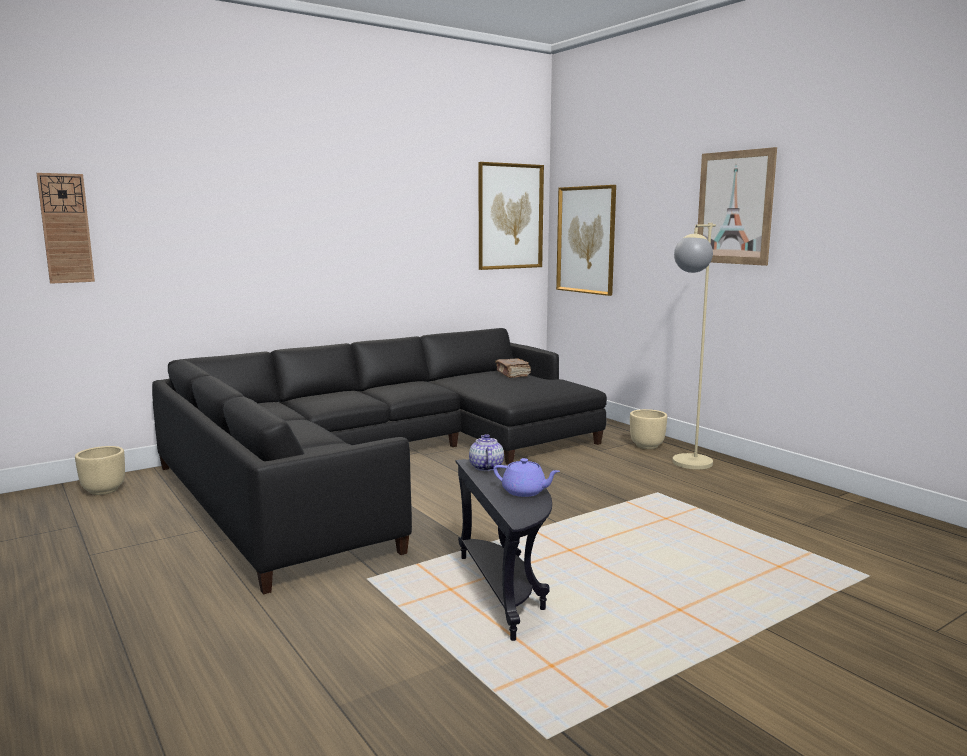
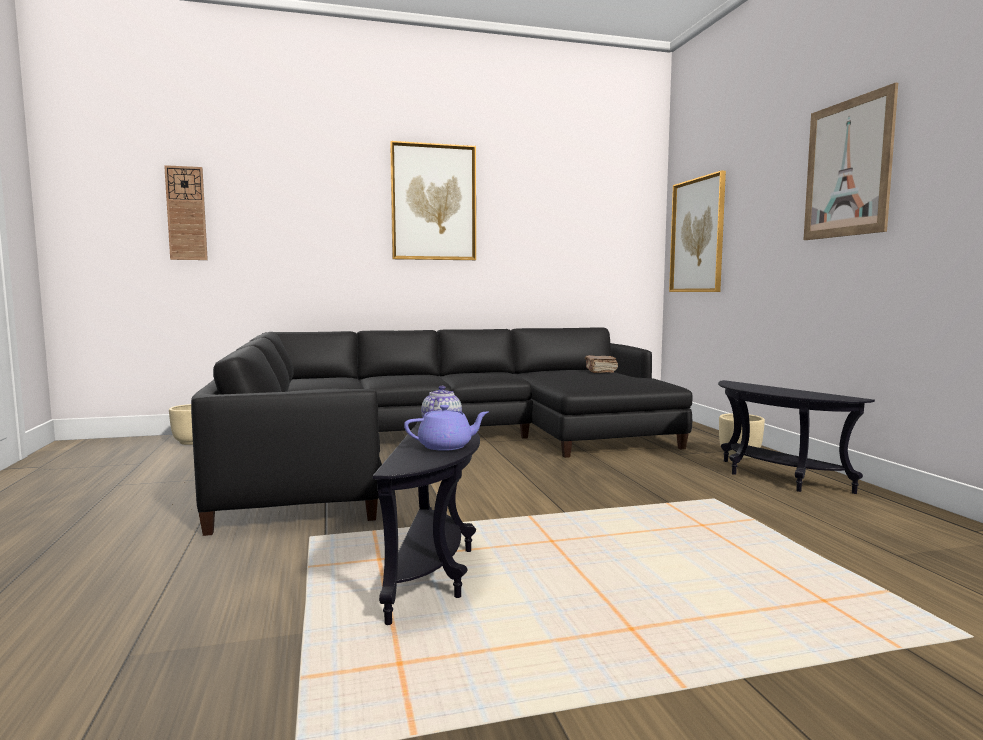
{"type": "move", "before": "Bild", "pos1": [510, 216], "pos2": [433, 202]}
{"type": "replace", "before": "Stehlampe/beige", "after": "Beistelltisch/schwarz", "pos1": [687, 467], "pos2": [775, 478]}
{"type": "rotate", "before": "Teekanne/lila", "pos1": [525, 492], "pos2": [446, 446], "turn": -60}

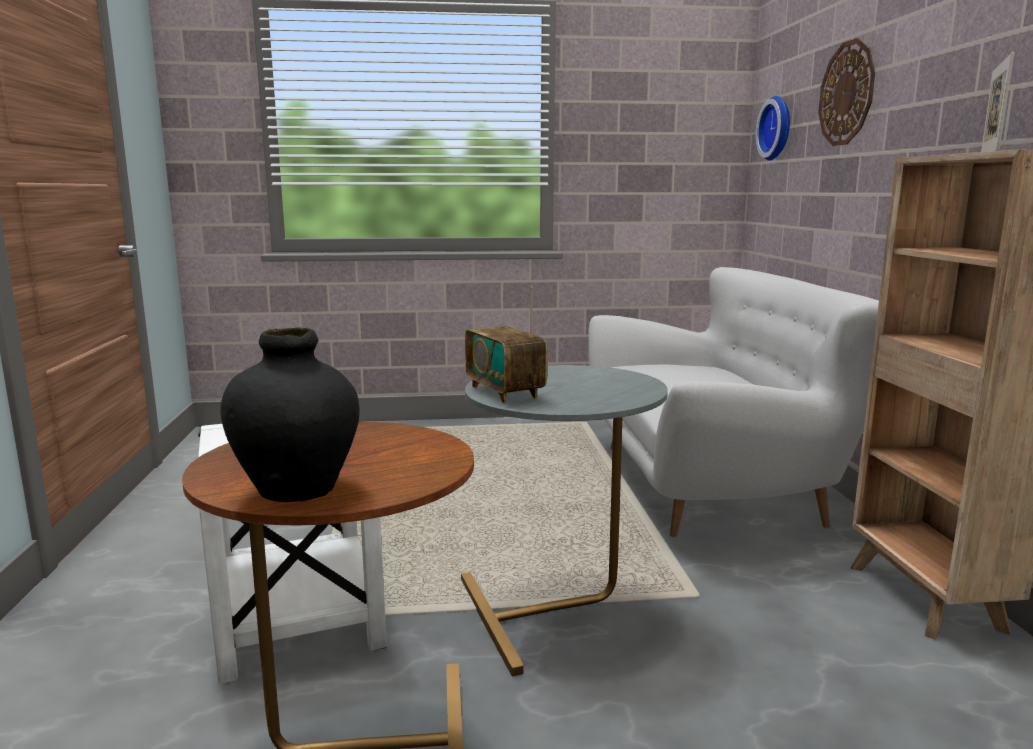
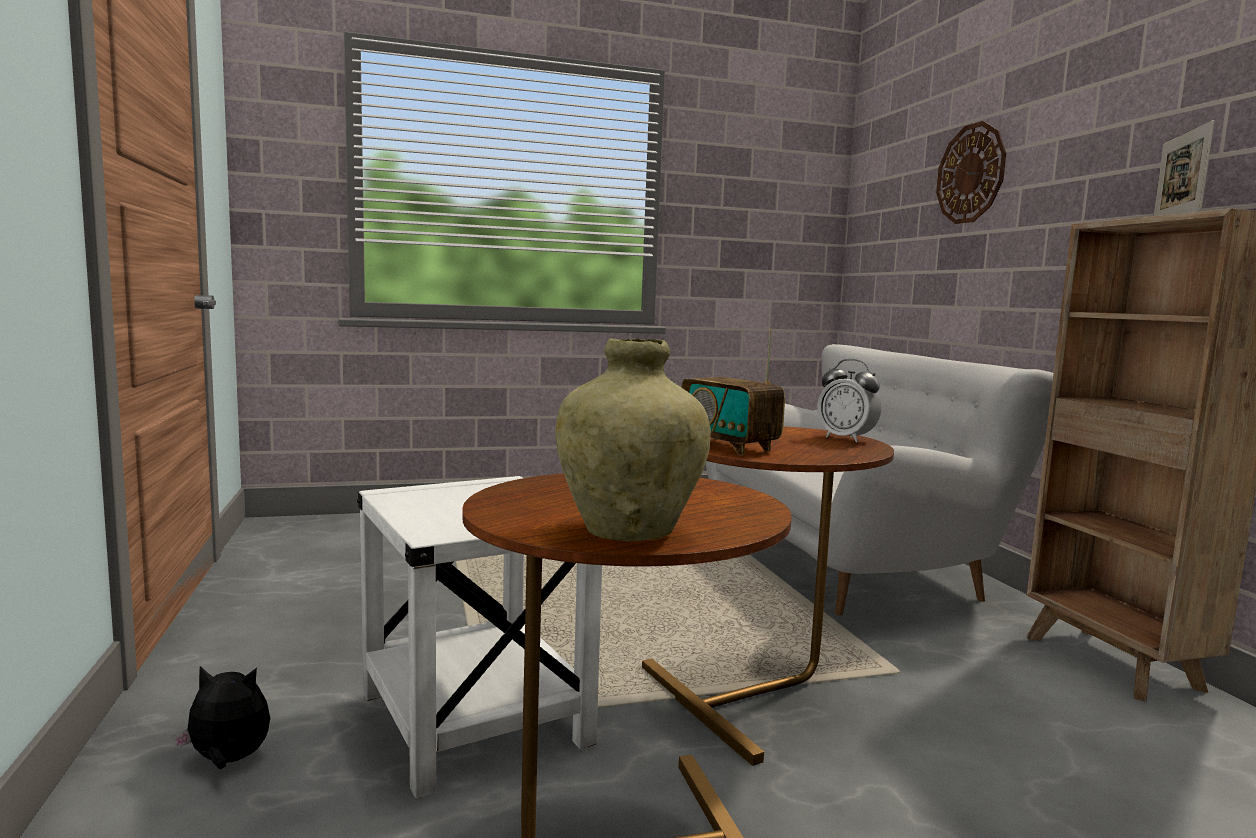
{"type": "delete", "before": "Wanduhr", "pos1": [778, 128]}
{"type": "recolor", "before": "Vase/schwarz", "after": "Vase/beige", "pos1": [298, 491], "pos2": [629, 531]}
{"type": "recolor", "before": "Beistelltisch/grau", "after": "Beistelltisch/braun", "pos1": [559, 609], "pos2": [764, 693]}
{"type": "insert", "after": "Wecker", "pos2": [846, 438]}
{"type": "insert", "after": "Plüschtier", "pos2": [228, 761]}

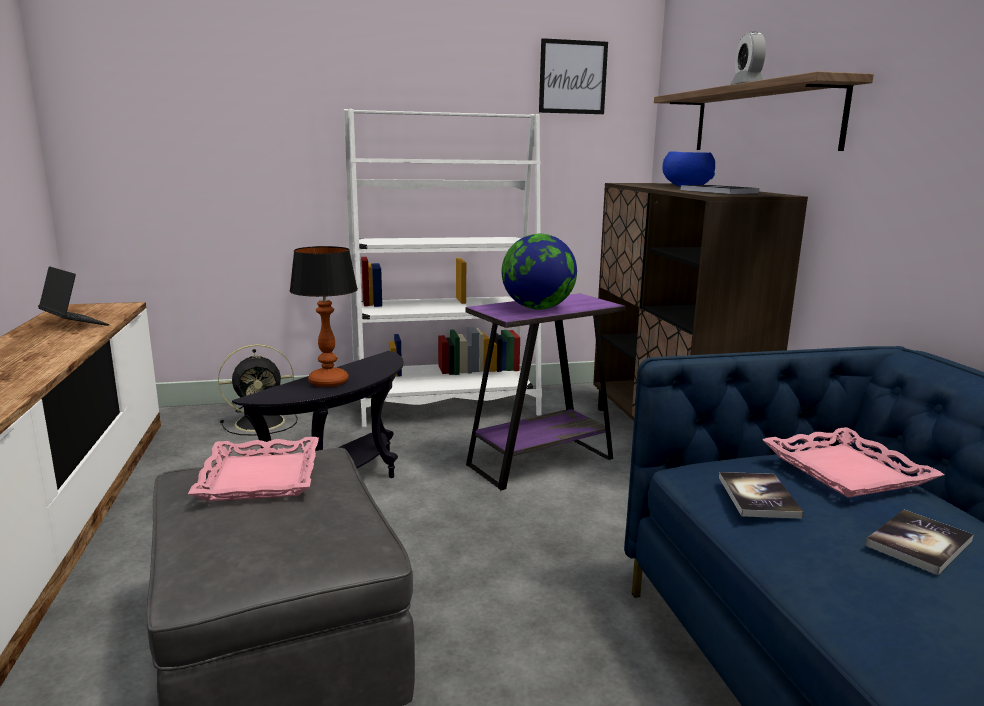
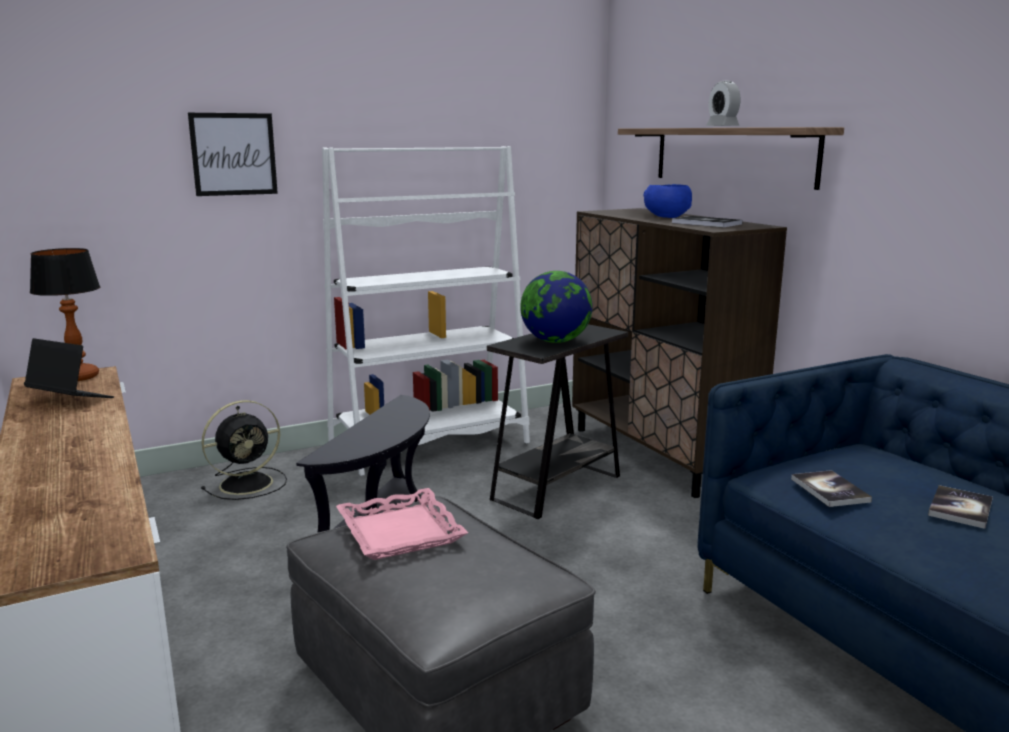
{"type": "move", "before": "Bild", "pos1": [572, 77], "pos2": [233, 154]}
{"type": "move", "before": "Tischlampe", "pos1": [329, 382], "pos2": [79, 377]}
{"type": "recolor", "before": "Beistelltisch/lila", "after": "Beistelltisch/schwarz", "pos1": [540, 462], "pos2": [557, 488]}
{"type": "delete", "before": "Tablett/rosa", "pos1": [847, 471]}

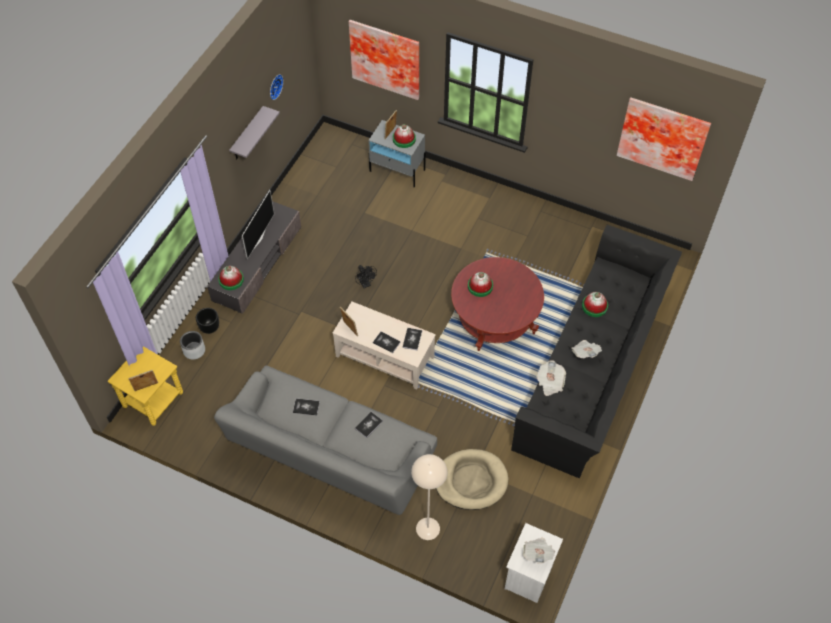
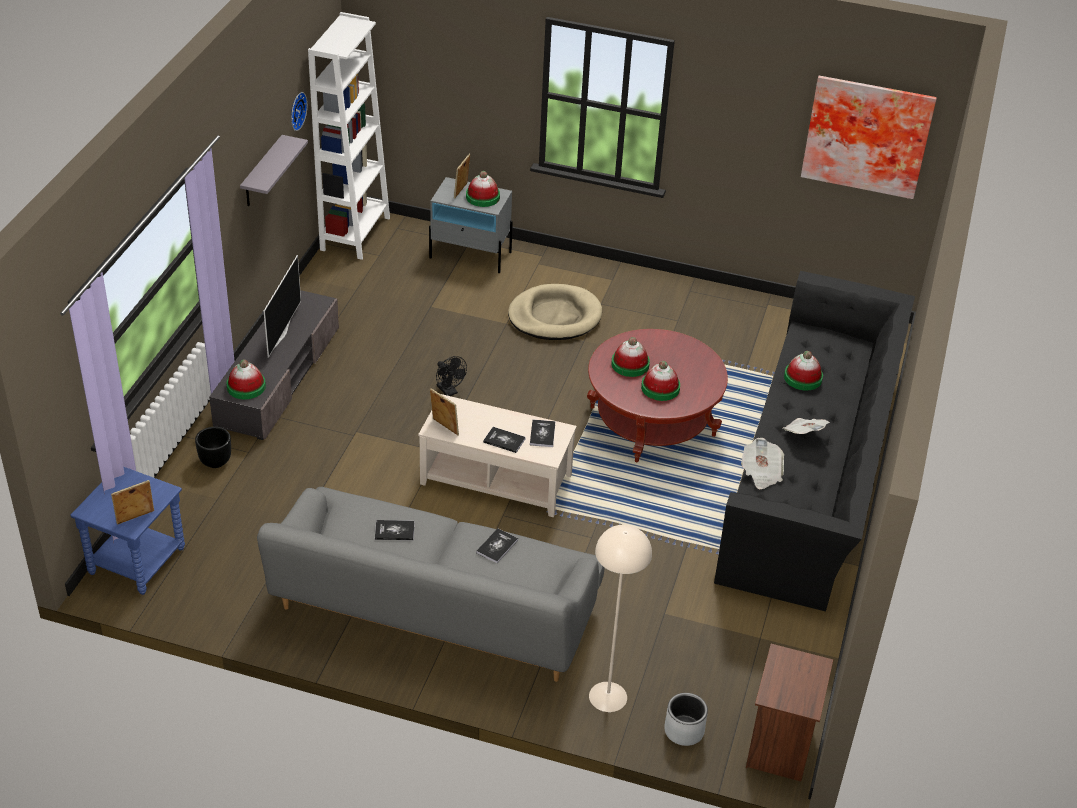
{"type": "delete", "before": "Bild", "pos1": [386, 58]}
{"type": "move", "before": "Pflanzkübel/grau", "pos1": [194, 350], "pos2": [684, 731]}
{"type": "recolor", "before": "Beistelltisch/gelb", "after": "Beistelltisch/blau", "pos1": [153, 400], "pos2": [137, 561]}
{"type": "move", "before": "Hundebett/beige", "pos1": [471, 481], "pos2": [554, 316]}
{"type": "recolor", "before": "Nachttisch/weiß", "after": "Nachttisch/braun", "pos1": [529, 577], "pos2": [781, 747]}
{"type": "delete", "before": "Zeitung", "pos1": [537, 553]}
{"type": "insert", "after": "Bücherregal/weiß", "pos2": [355, 234]}
{"type": "insert", "after": "Hut", "pos2": [660, 388]}

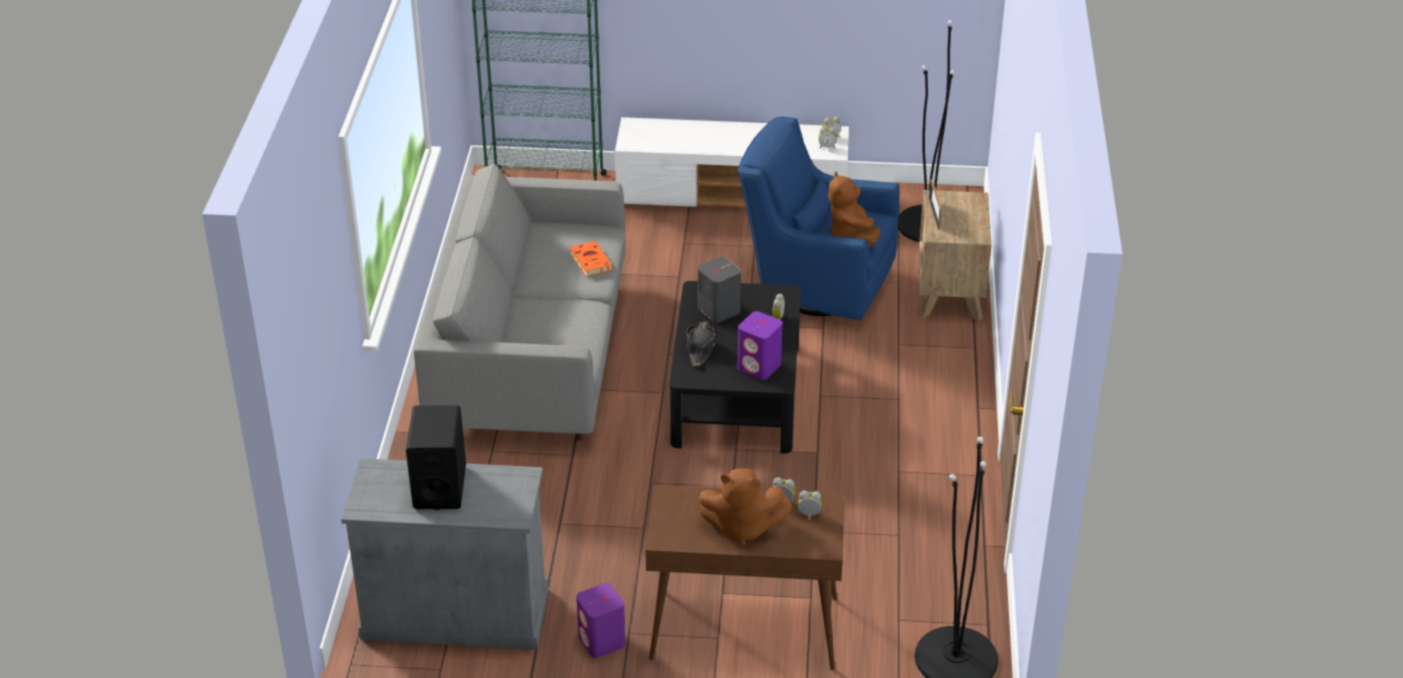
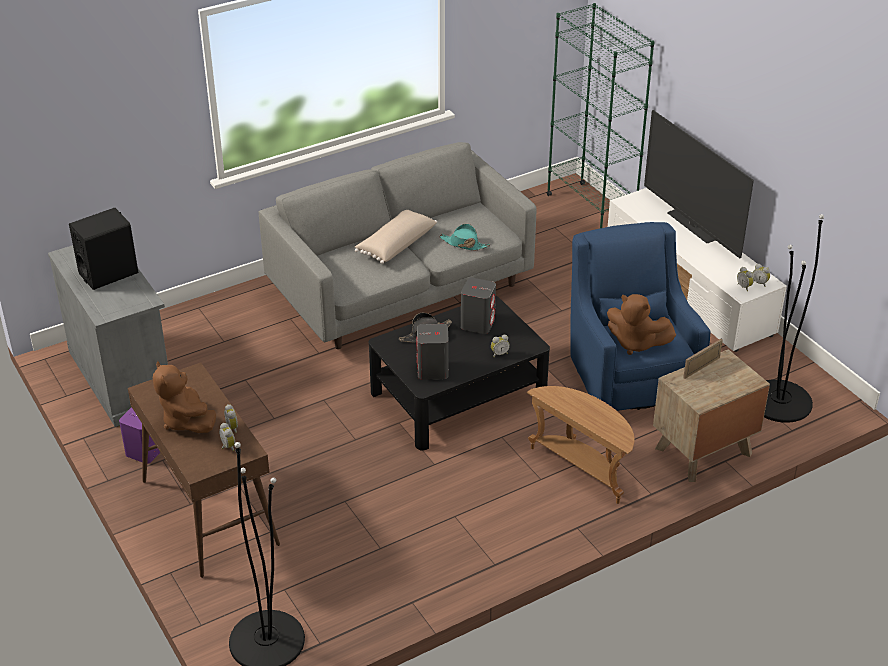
{"type": "rotate", "before": "Plüschtier/braun", "pos1": [851, 235], "pos2": [636, 343], "turn": -105}
{"type": "replace", "before": "Buch/orange", "after": "Hut/türkis", "pos1": [590, 261], "pos2": [464, 244]}
{"type": "recolor", "before": "Lautsprecher/lila", "after": "Lautsprecher/grau", "pos1": [759, 366], "pos2": [432, 370]}
{"type": "insert", "after": "Fernseher", "pos2": [691, 226]}
{"type": "insert", "after": "Kissen/beige", "pos2": [395, 244]}
{"type": "insert", "after": "Beistelltisch/braun", "pos2": [582, 468]}

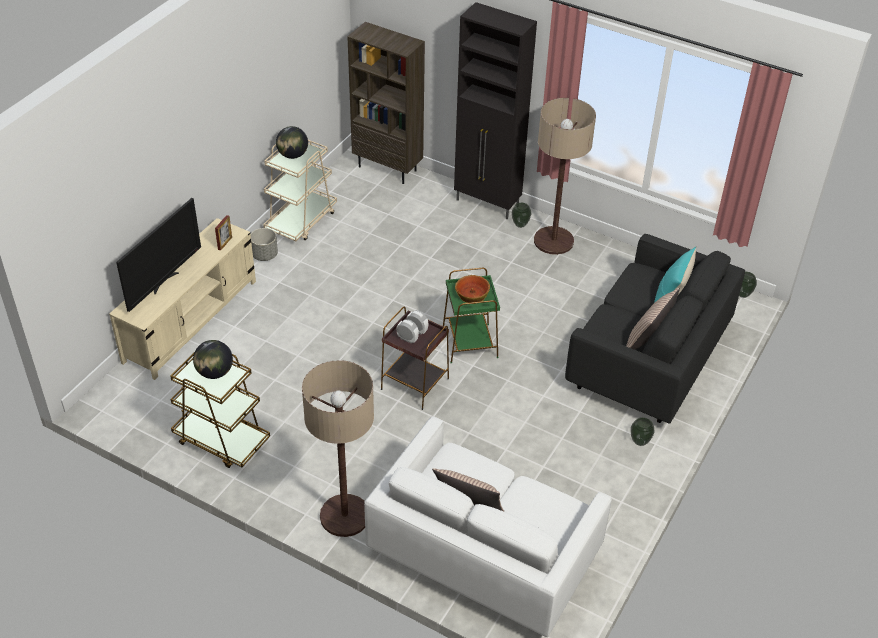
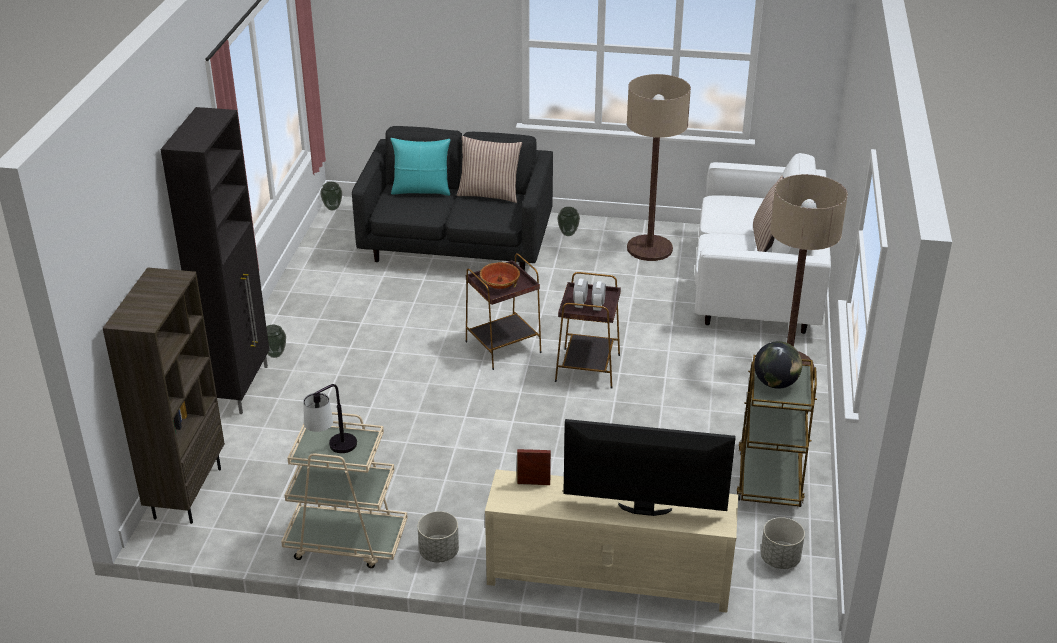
{"type": "move", "before": "Stehlampe", "pos1": [553, 241], "pos2": [649, 249]}
{"type": "replace", "before": "Globus", "after": "Tischlampe", "pos1": [293, 155], "pos2": [333, 451]}
{"type": "recolor", "before": "Beistelltisch/grün", "after": "Beistelltisch/braun", "pos1": [469, 344], "pos2": [504, 347]}
{"type": "insert", "after": "Pflanzkübel/grau", "pos2": [779, 559]}

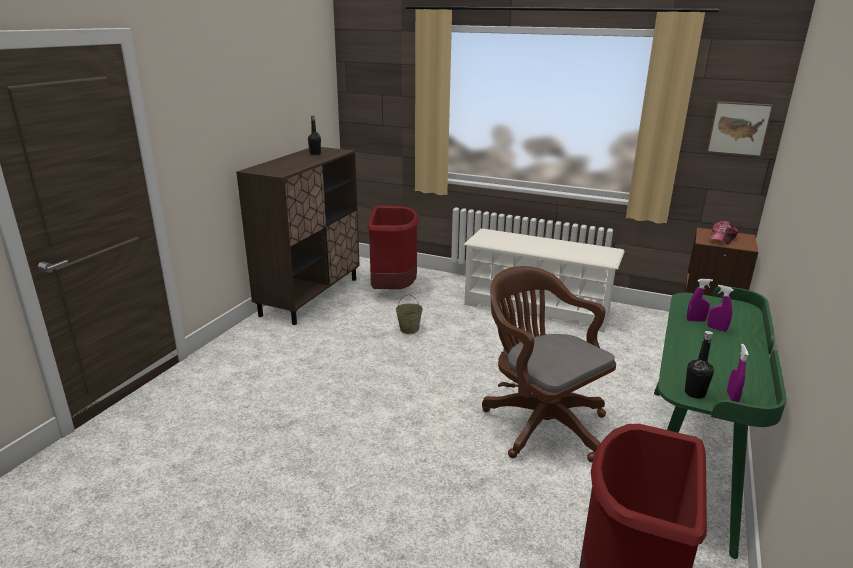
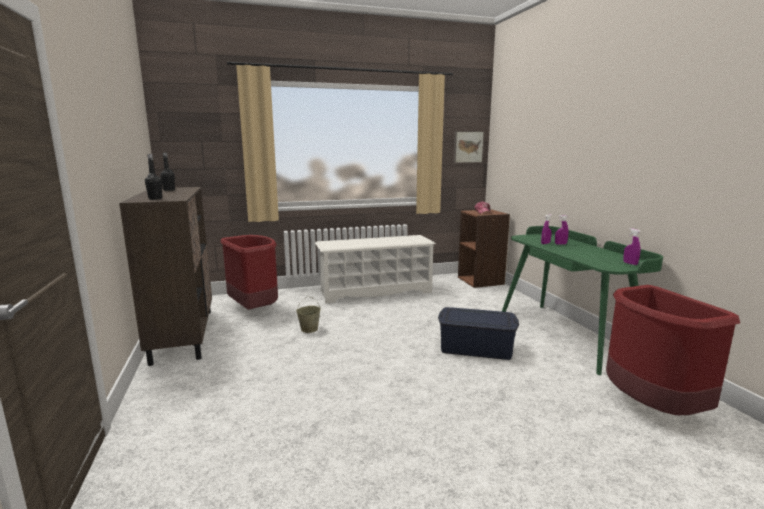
{"type": "replace", "before": "Bürostuhl/braun", "after": "Aufbewahrungsbox/blau", "pos1": [539, 422], "pos2": [476, 347]}
{"type": "move", "before": "Flasche/schwarz", "pos1": [694, 393], "pos2": [155, 199]}

